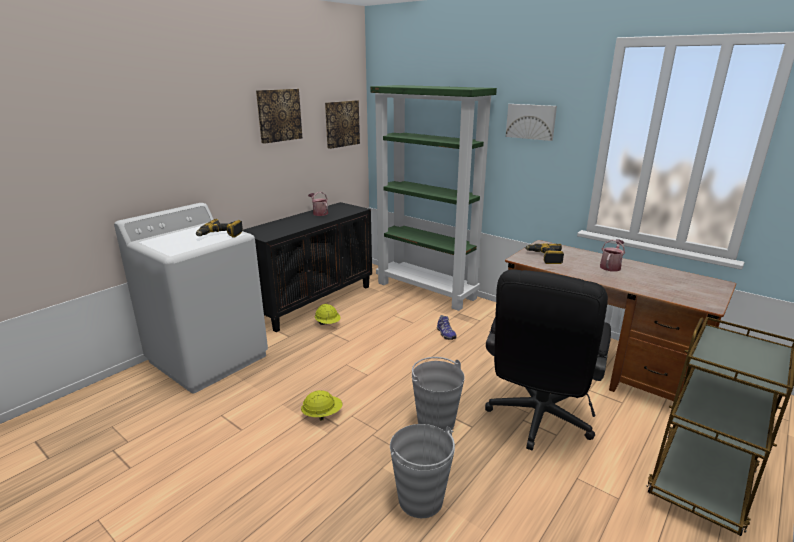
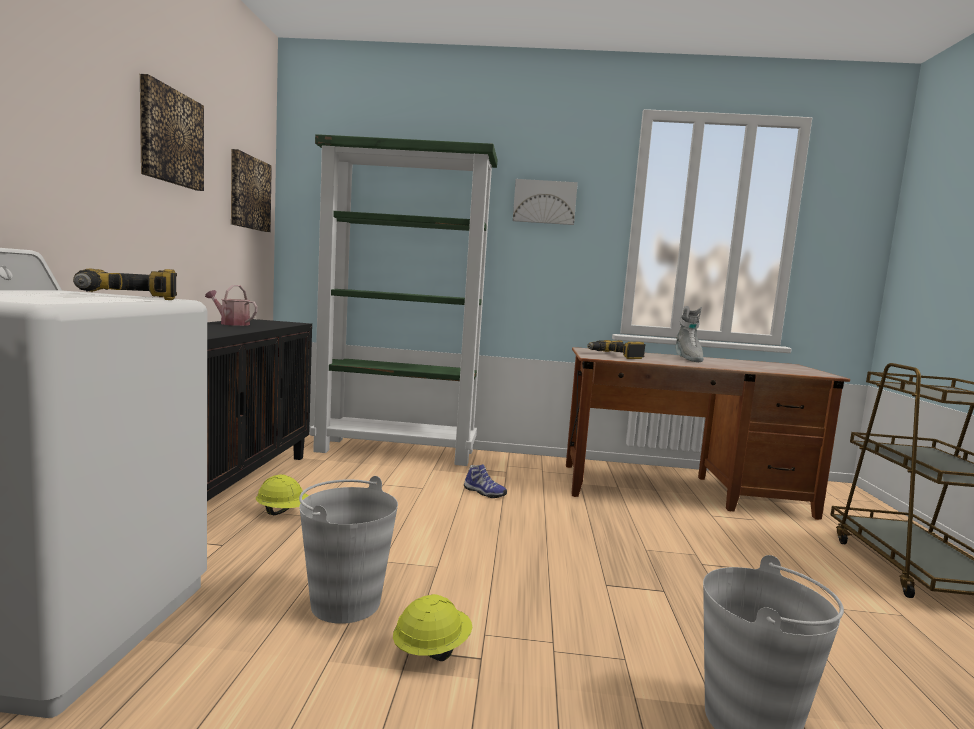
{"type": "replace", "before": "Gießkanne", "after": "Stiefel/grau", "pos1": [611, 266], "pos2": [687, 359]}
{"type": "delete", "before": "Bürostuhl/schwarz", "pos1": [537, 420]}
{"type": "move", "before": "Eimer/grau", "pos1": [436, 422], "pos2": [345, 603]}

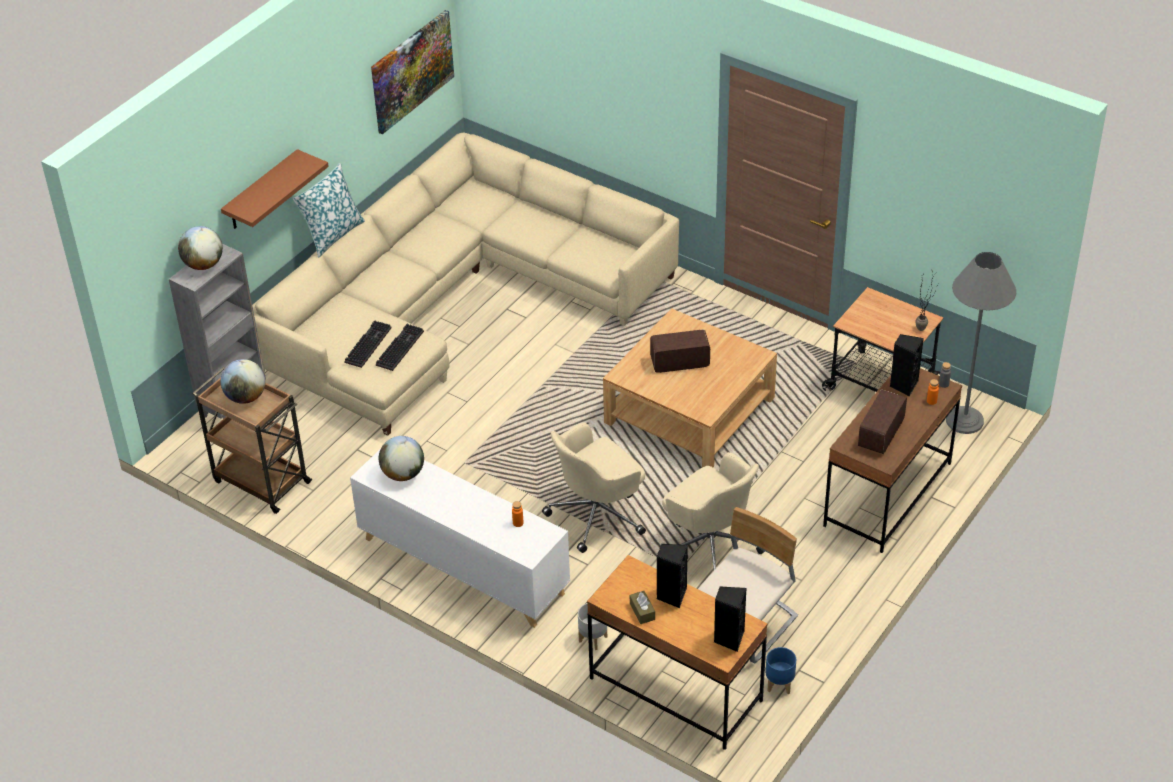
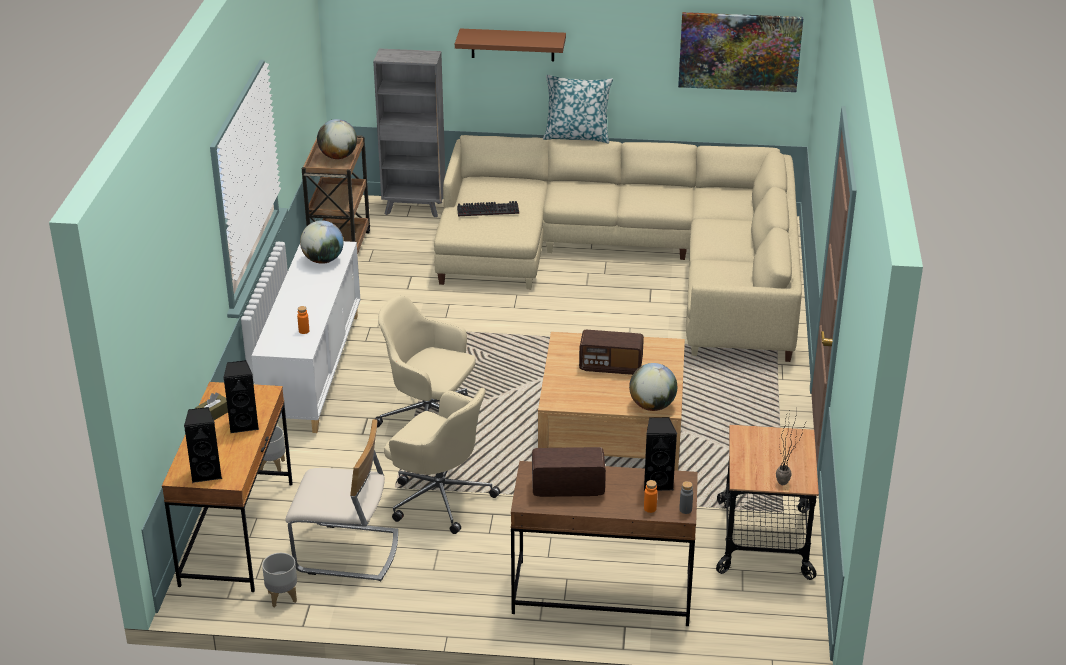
{"type": "move", "before": "Globus", "pos1": [203, 264], "pos2": [652, 406]}
{"type": "delete", "before": "Stehlampe/grau", "pos1": [964, 420]}
{"type": "delete", "before": "Tastatur", "pos1": [399, 347]}
{"type": "rotate", "before": "Radio", "pos1": [680, 363], "pos2": [610, 366], "turn": 135}
{"type": "rotate", "before": "Bürostuhl/beige", "pos1": [710, 545], "pos2": [439, 497], "turn": -75}
{"type": "recolor", "before": "Pflanzkübel/blau", "after": "Pflanzkübel/grau", "pos1": [779, 684], "pos2": [283, 597]}

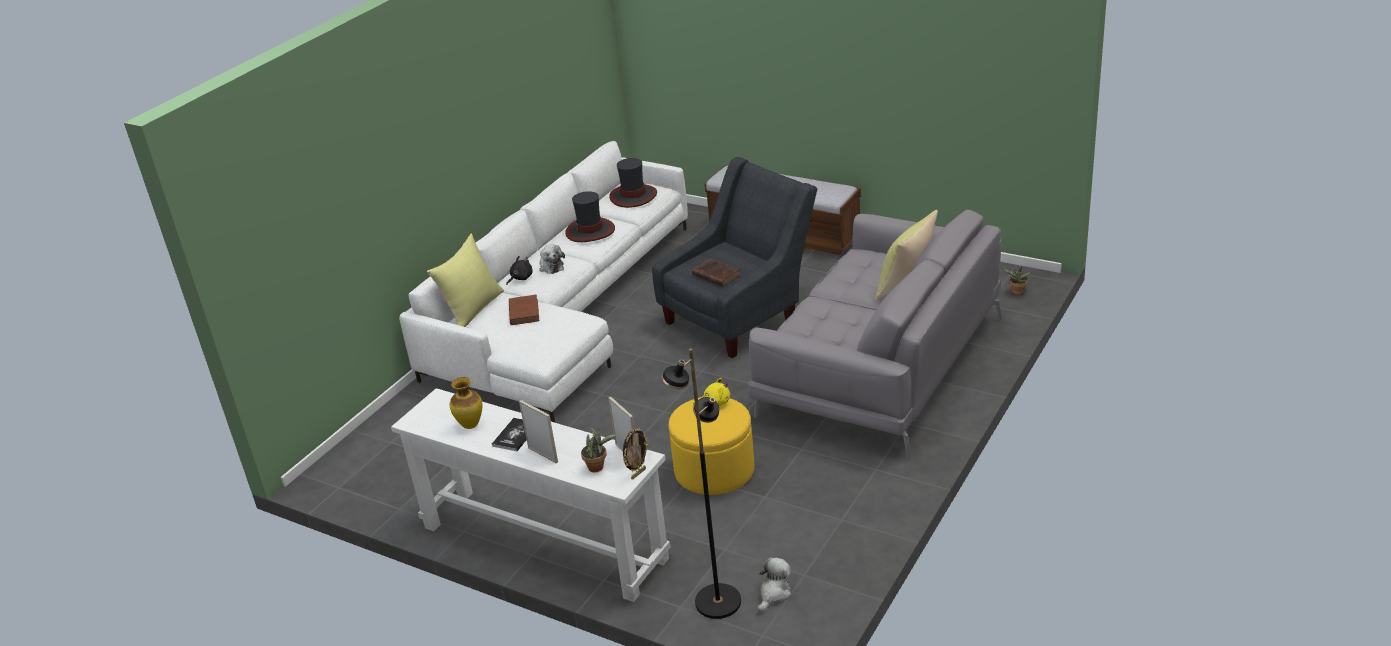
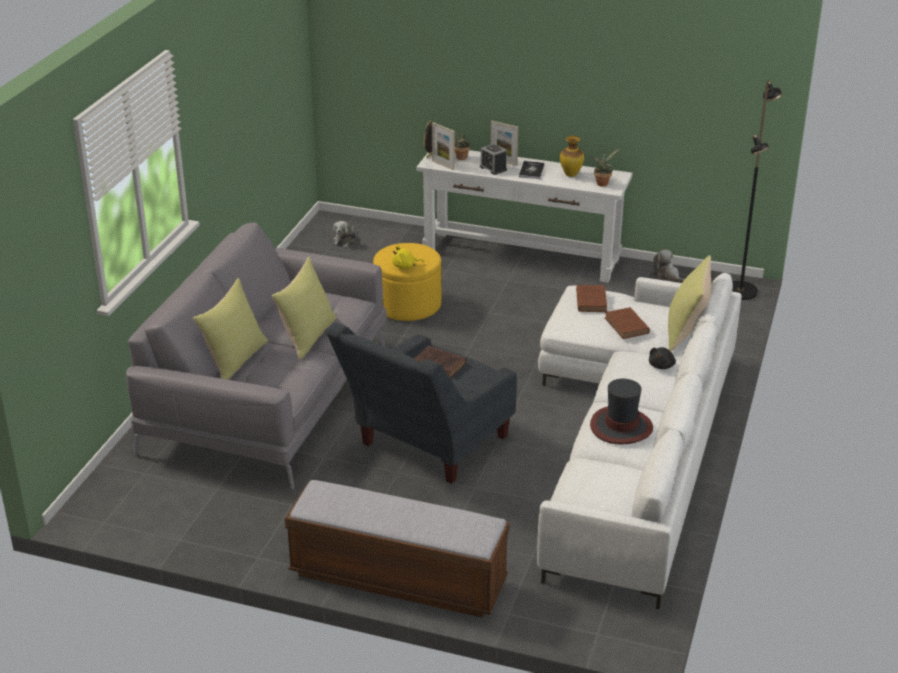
{"type": "delete", "before": "Hut", "pos1": [633, 196]}
{"type": "move", "before": "Plüschtier", "pos1": [551, 266], "pos2": [667, 276]}
{"type": "move", "before": "Topfpflanze", "pos1": [1017, 293], "pos2": [602, 183]}
{"type": "move", "before": "Stehlampe/schwarz", "pos1": [717, 602], "pos2": [741, 291]}
{"type": "insert", "after": "Wecker", "pos2": [493, 168]}
{"type": "insert", "after": "Kissen/gelb", "pos2": [307, 337]}
{"type": "insert", "after": "Buch/braun", "pos2": [591, 300]}

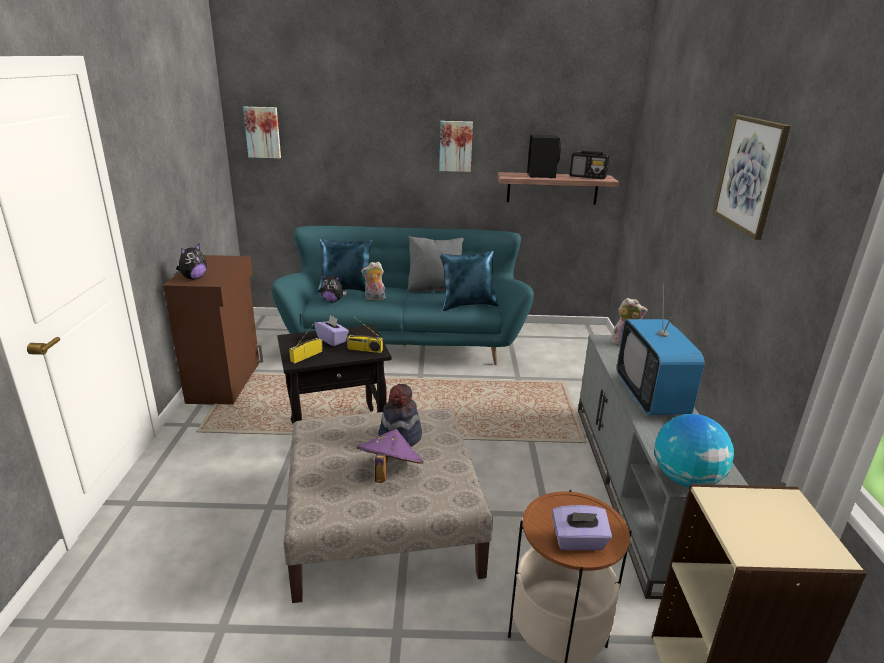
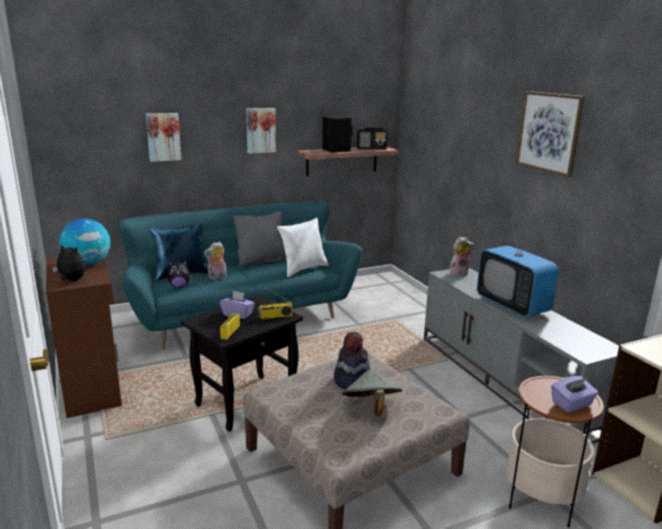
{"type": "move", "before": "Bild", "pos1": [263, 132], "pos2": [163, 137]}
{"type": "rotate", "before": "Plüschtier", "pos1": [194, 278], "pos2": [71, 280], "turn": -75}
{"type": "recolor", "before": "Kissen/blau", "after": "Kissen/weiß", "pos1": [468, 305], "pos2": [303, 269]}
{"type": "move", "before": "Globus", "pos1": [686, 479], "pos2": [88, 264]}
{"type": "recolor", "before": "Hut/lila", "after": "Hut/grau", "pos1": [389, 472], "pos2": [371, 408]}

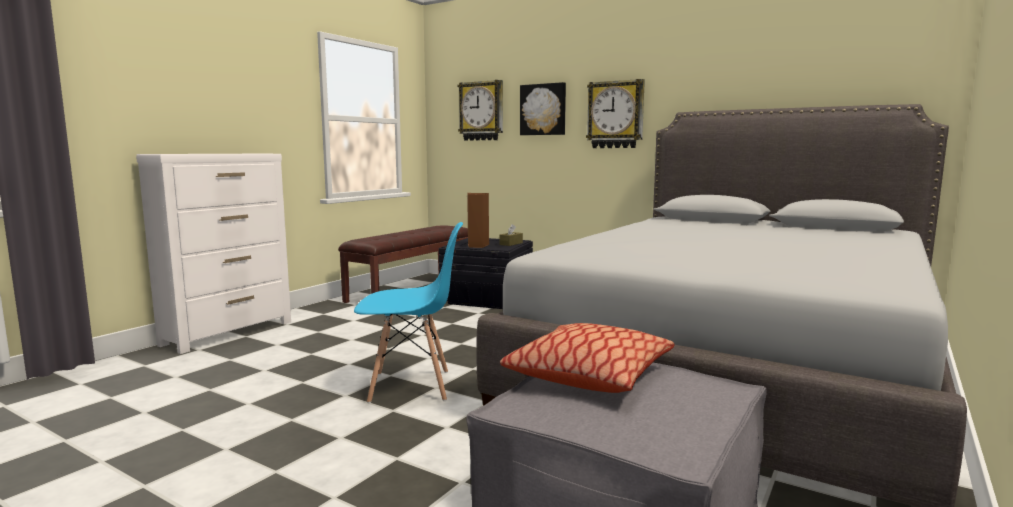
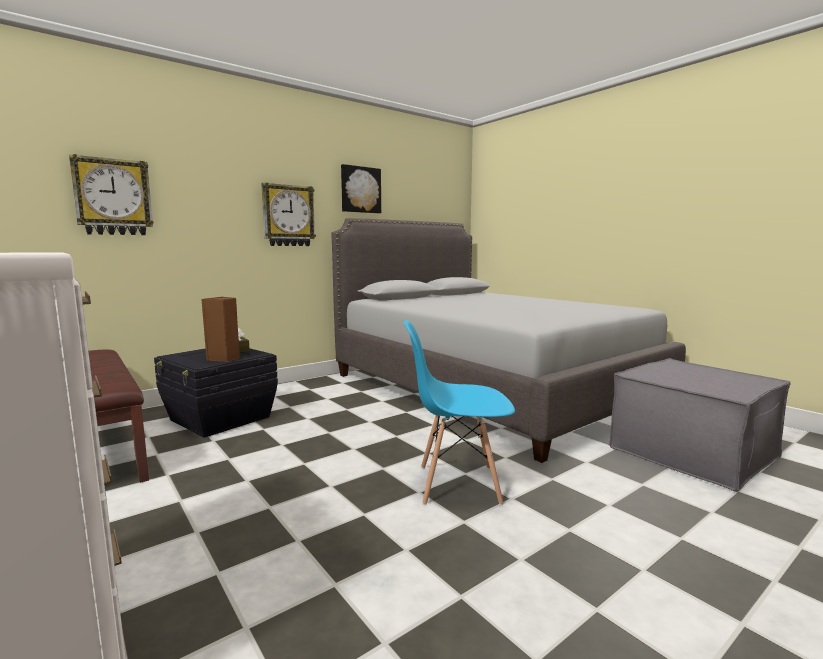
{"type": "move", "before": "Bild", "pos1": [543, 109], "pos2": [360, 190]}
{"type": "rotate", "before": "Stuhl/blau", "pos1": [411, 387], "pos2": [457, 484], "turn": -105}
{"type": "delete", "before": "Kissen", "pos1": [589, 375]}

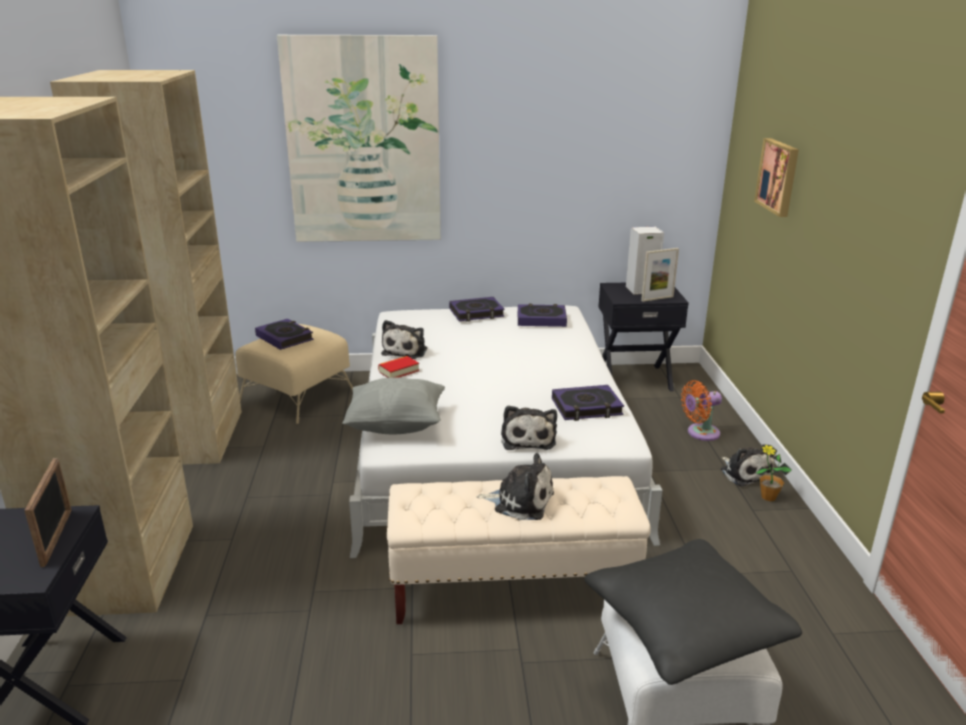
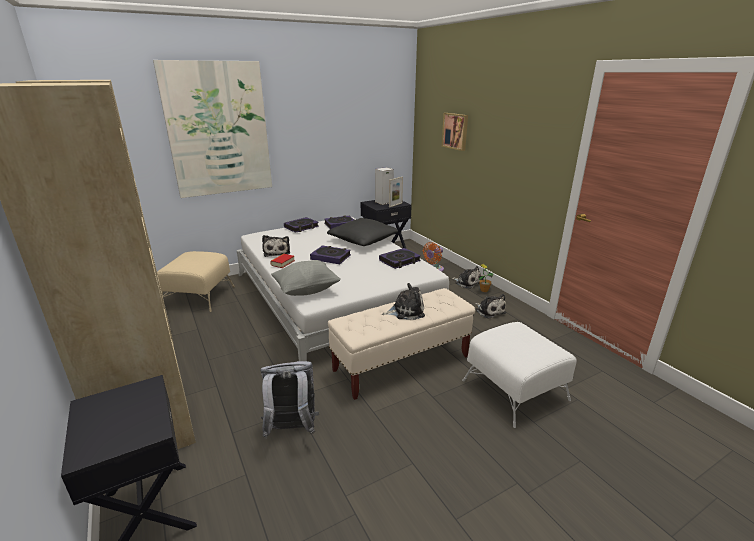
{"type": "move", "before": "Buch", "pos1": [284, 338], "pos2": [330, 257]}
{"type": "move", "before": "Plüschtier", "pos1": [527, 438], "pos2": [489, 311]}
{"type": "delete", "before": "Bilderrahmen", "pos1": [57, 537]}
{"type": "move", "before": "Kissen/schwarz", "pos1": [685, 627], "pos2": [362, 241]}
{"type": "insert", "after": "Rucksack/grau", "pos2": [292, 429]}

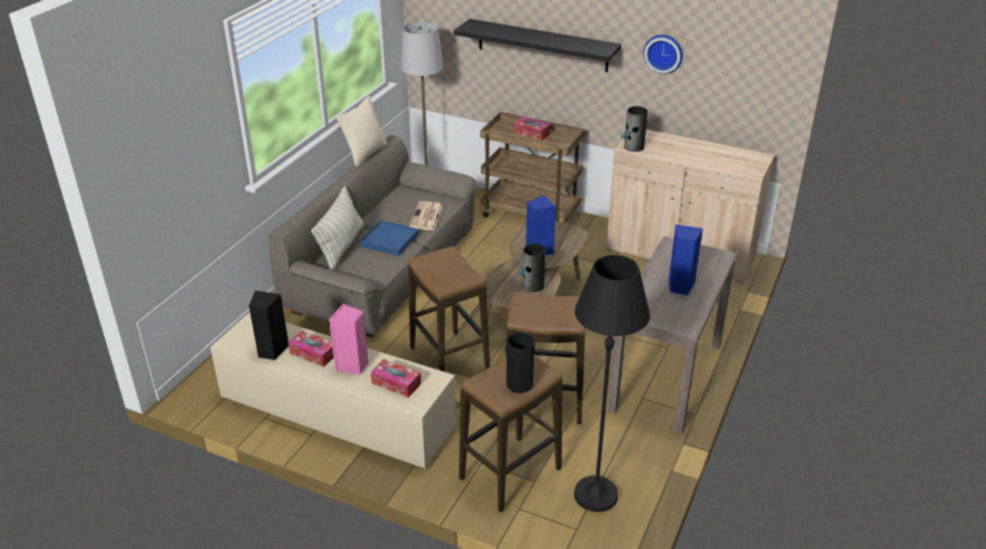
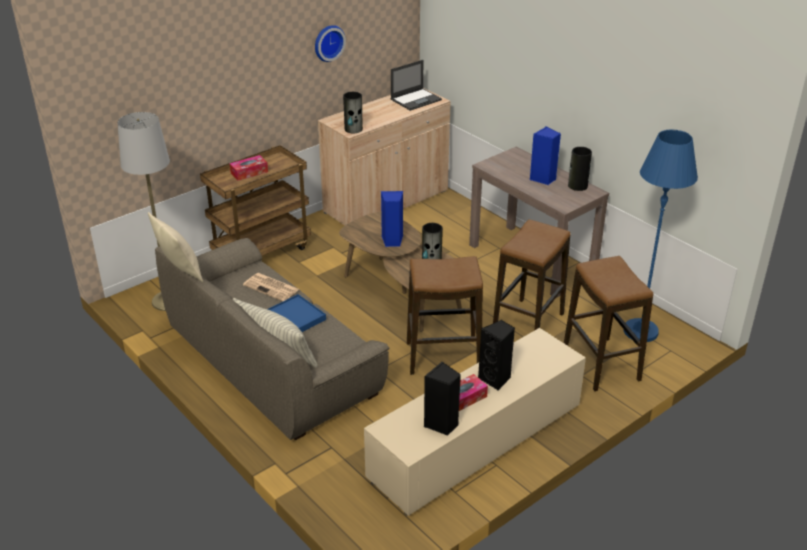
{"type": "delete", "before": "Wandregal/schwarz", "pos1": [542, 45]}
{"type": "recolor", "before": "Stehlampe/schwarz", "after": "Stehlampe/blau", "pos1": [596, 495], "pos2": [640, 331]}
{"type": "recolor", "before": "Lautsprecher/rosa", "after": "Lautsprecher/schwarz", "pos1": [352, 366], "pos2": [496, 379]}
{"type": "move", "before": "Vase", "pos1": [519, 383], "pos2": [577, 186]}
{"type": "delete", "before": "Taschentuchbox", "pos1": [396, 383]}
{"type": "insert", "after": "Laptop", "pos2": [416, 99]}

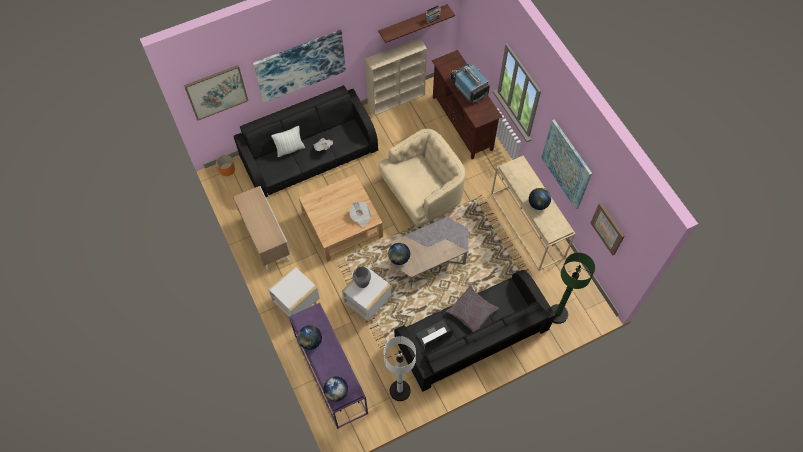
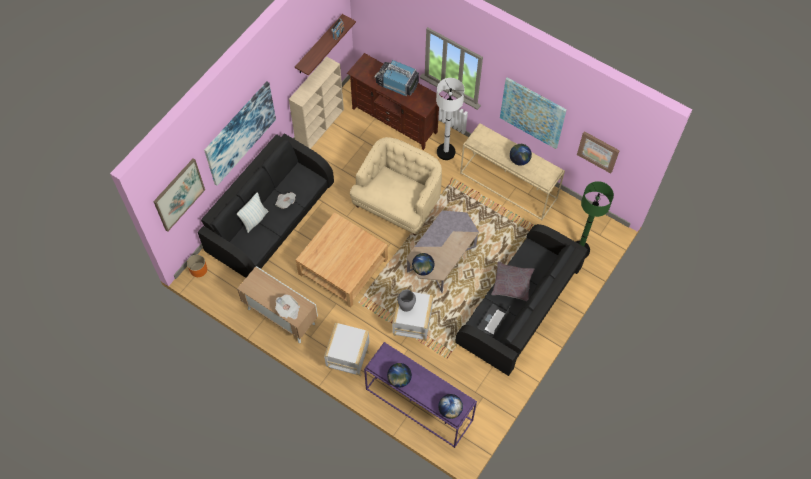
{"type": "move", "before": "Zeitung", "pos1": [360, 217], "pos2": [288, 310]}
{"type": "move", "before": "Stehlampe/weiß", "pos1": [400, 391], "pos2": [446, 152]}

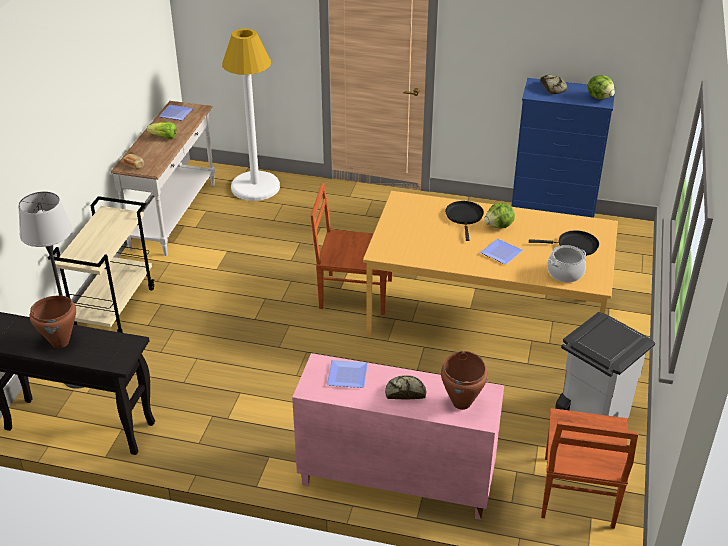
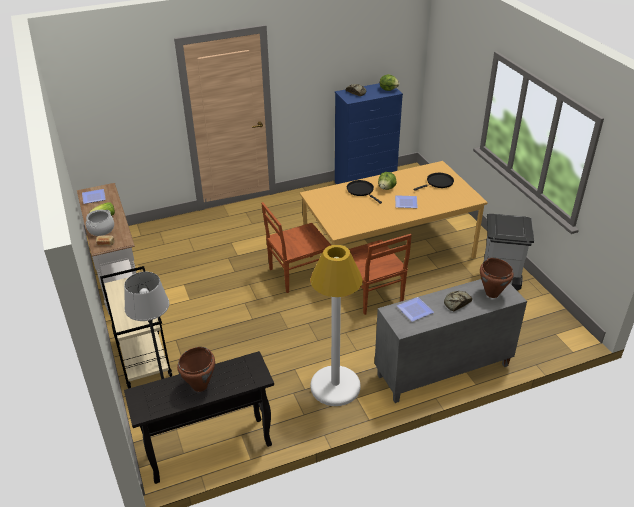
{"type": "move", "before": "Stehlampe/weiß", "pos1": [255, 187], "pos2": [335, 386]}
{"type": "move", "before": "Kochtopf", "pos1": [565, 273], "pos2": [101, 229]}
{"type": "recolor", "before": "Schrank/rosa", "after": "Schrank/grau", "pos1": [394, 482], "pos2": [442, 371]}
{"type": "move", "before": "Stuhl/braun", "pos1": [578, 493], "pos2": [372, 294]}

